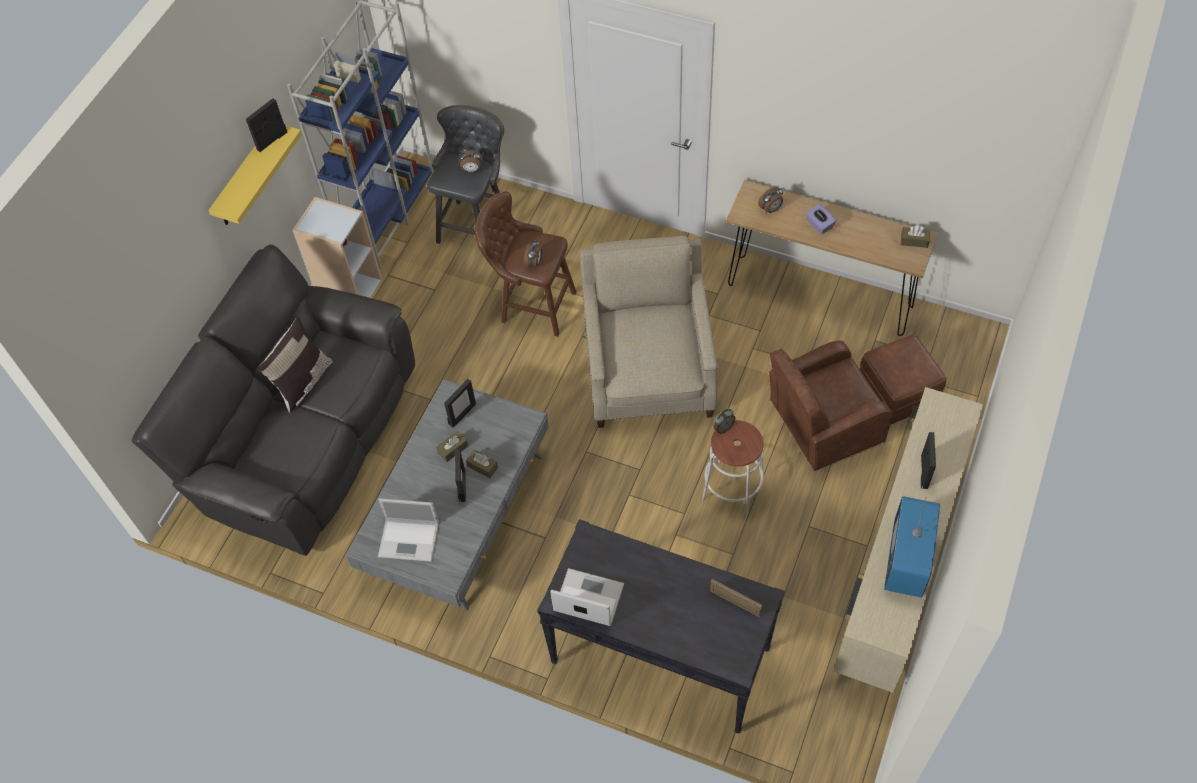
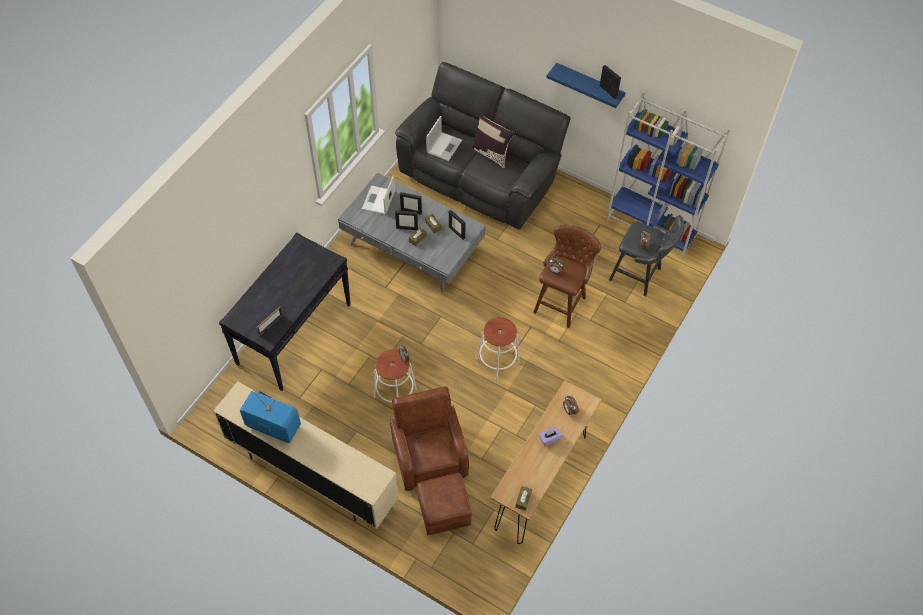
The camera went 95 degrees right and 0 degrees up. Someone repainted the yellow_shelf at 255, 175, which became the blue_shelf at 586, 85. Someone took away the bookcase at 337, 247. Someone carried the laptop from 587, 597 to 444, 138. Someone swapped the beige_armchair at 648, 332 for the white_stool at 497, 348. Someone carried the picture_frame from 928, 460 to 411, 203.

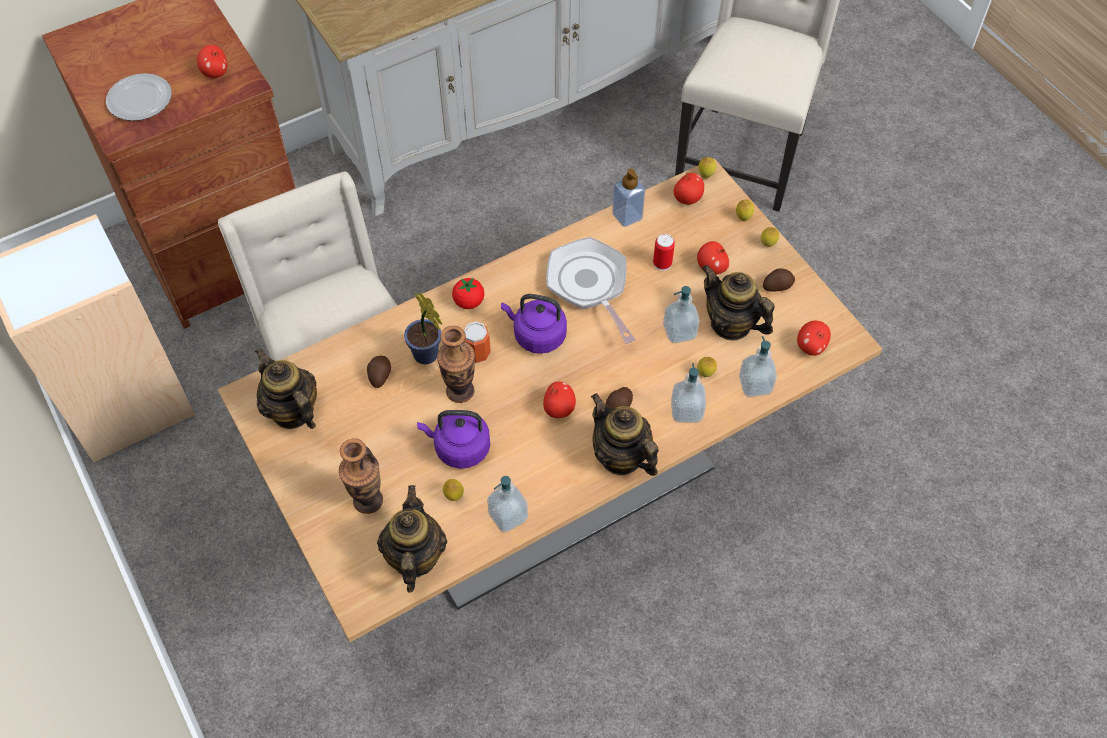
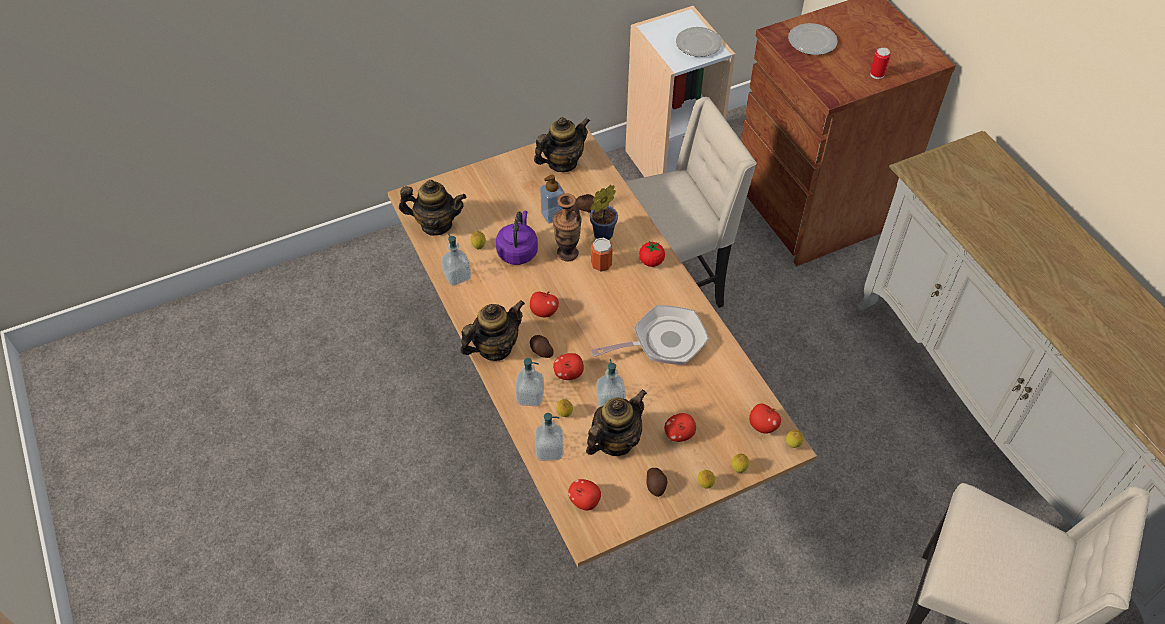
The camera went 95 degrees right and 5 degrees down. Someone carried the apple from 212, 61 to 568, 366. Someone took away the vase at 361, 476. Someone took away the purple_kettle at 534, 324. Someone carried the soap_dispenser from 628, 197 to 552, 199. Someone carried the can from 664, 252 to 880, 63. Someone put down the plate at 699, 42.

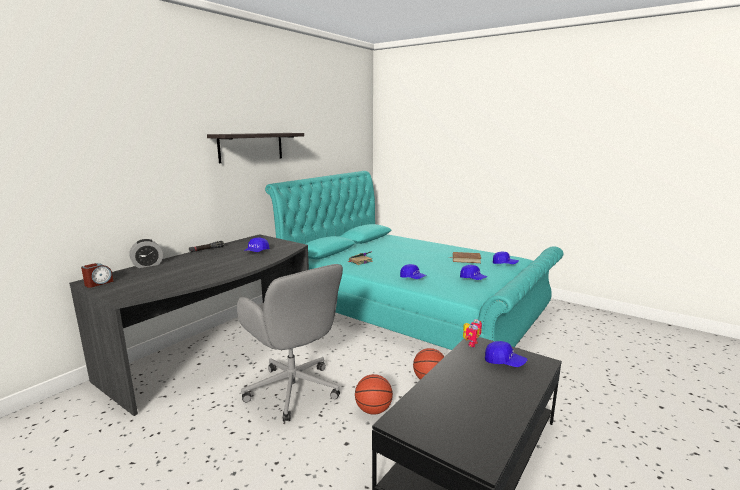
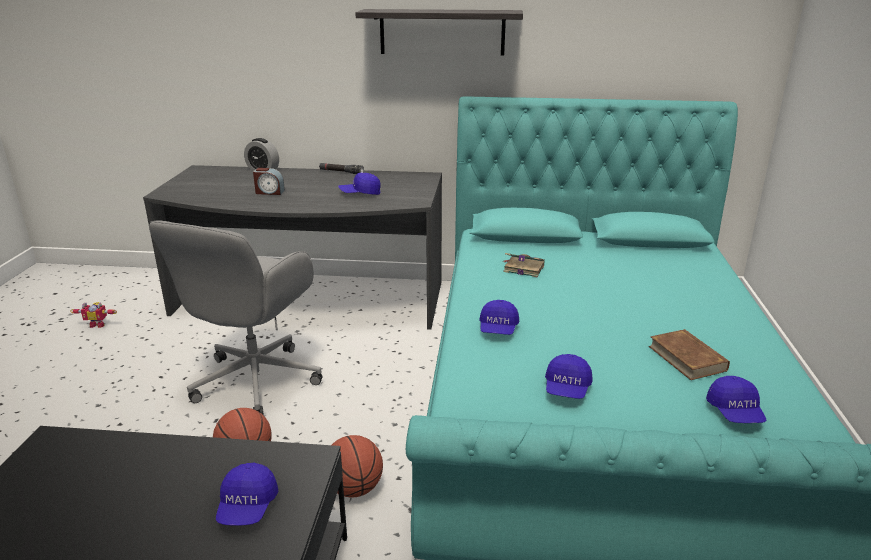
The camera went 60 degrees right and 10 degrees up. Someone carried the alarm_clock from 97, 275 to 269, 181. Someone carried the toy_robot from 472, 333 to 93, 315.

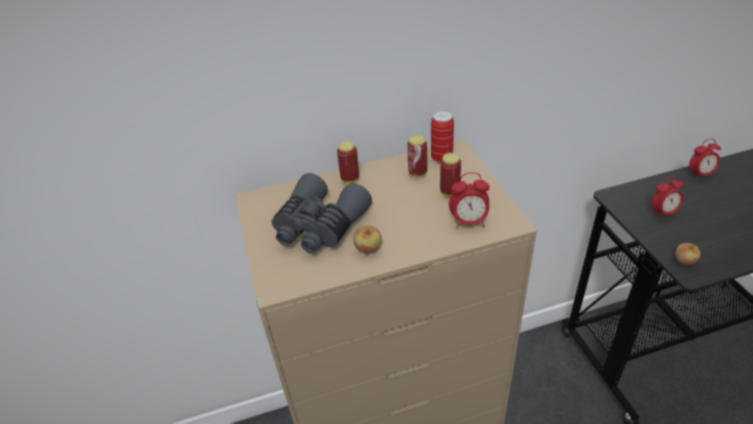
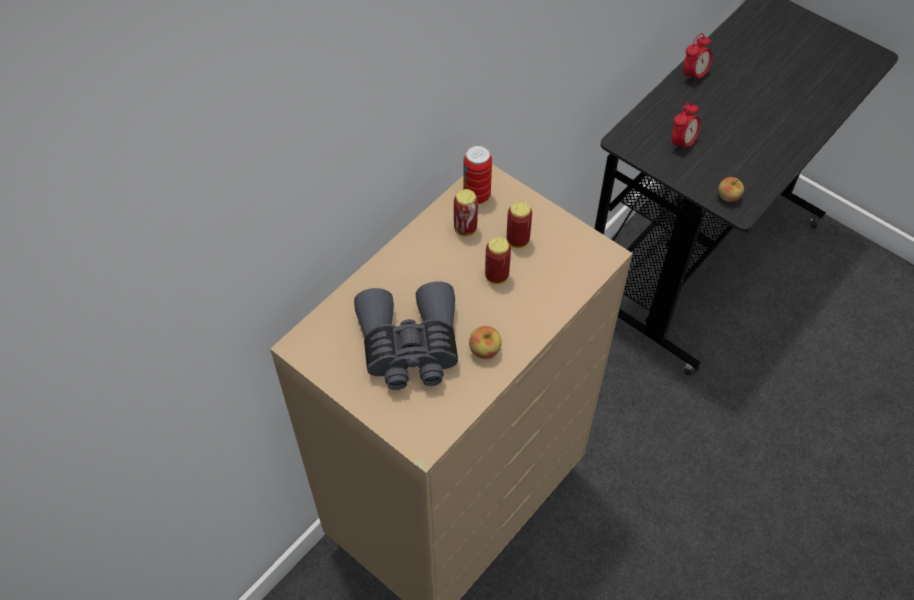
The camera went 35 degrees left and 15 degrees up. Someone carried the can from 348, 162 to 498, 260. Someone took away the alarm_clock at 469, 200.

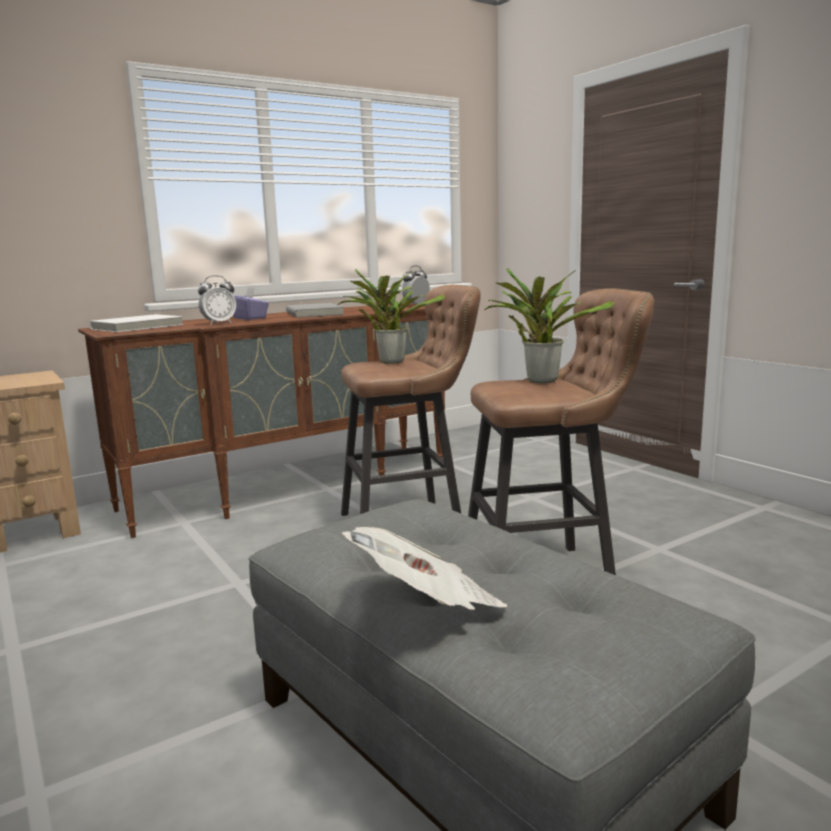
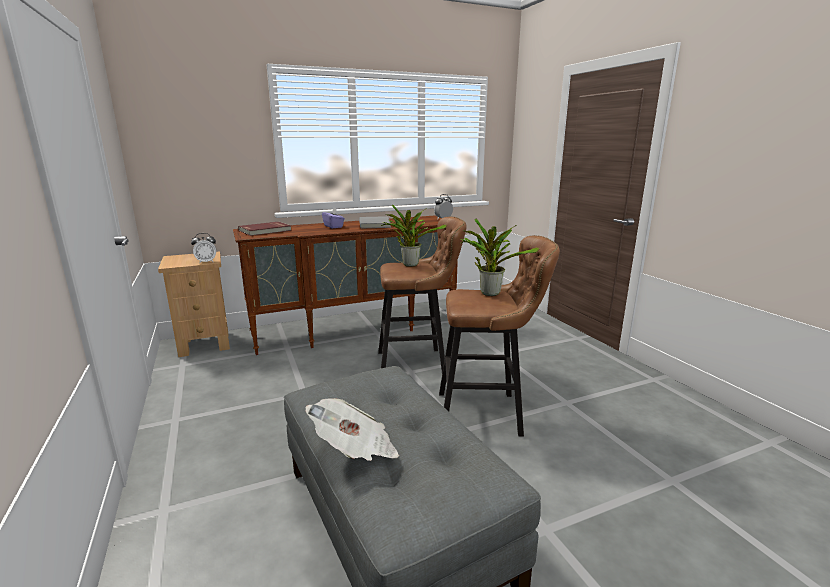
The camera went 10 degrees right and 5 degrees up. Someone repainted the white_book at 136, 323, which became the red_book at 265, 228. Someone carried the alarm_clock from 217, 300 to 203, 248.

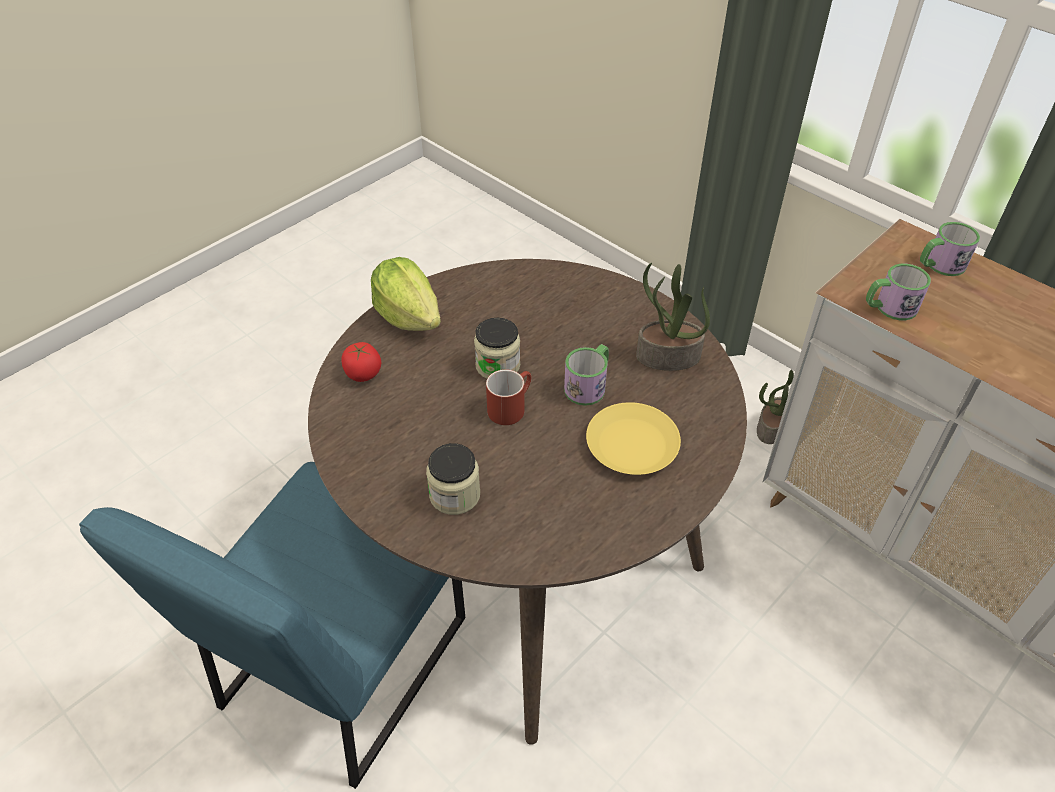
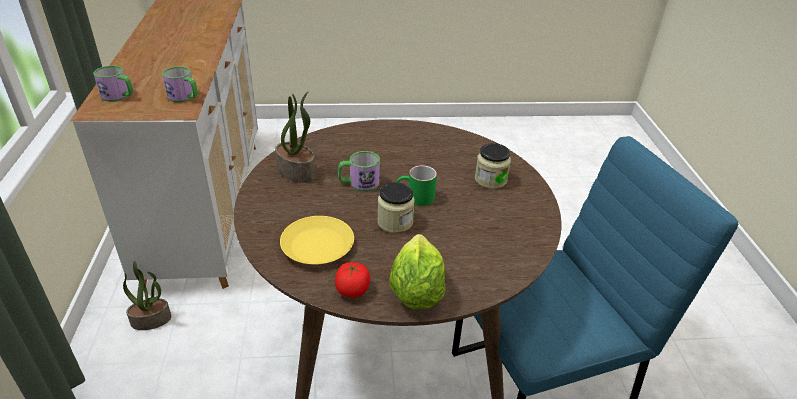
The camera went 140 degrees left and 10 degrees down. Someone carried the tomato from 361, 362 to 352, 280. Someone repainted the red_mug at 509, 397, which became the green_mug at 417, 185. Someone carried the yellow_plate from 633, 438 to 317, 240.

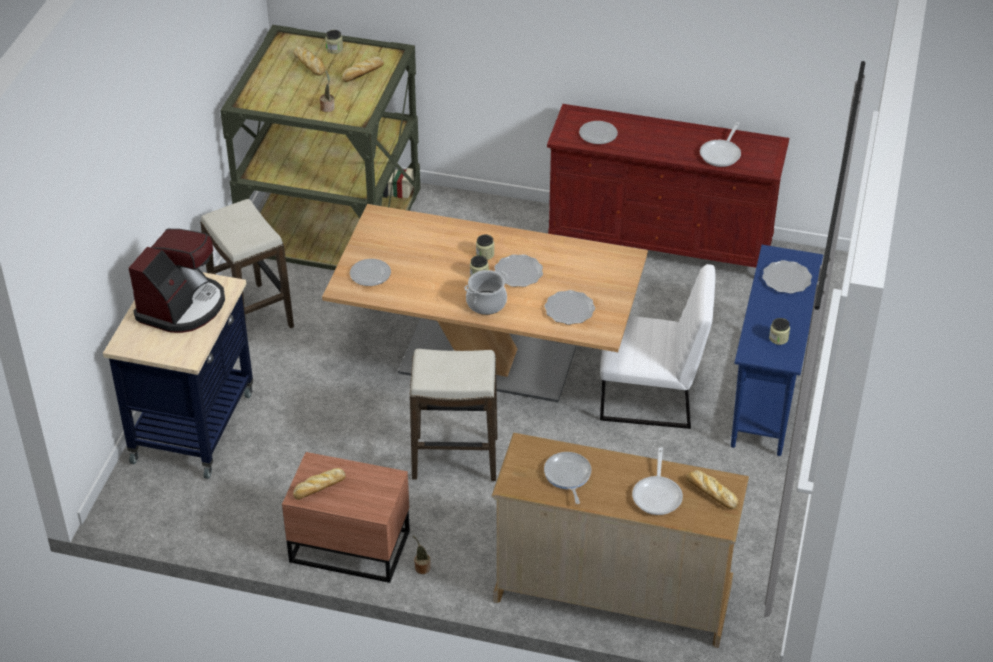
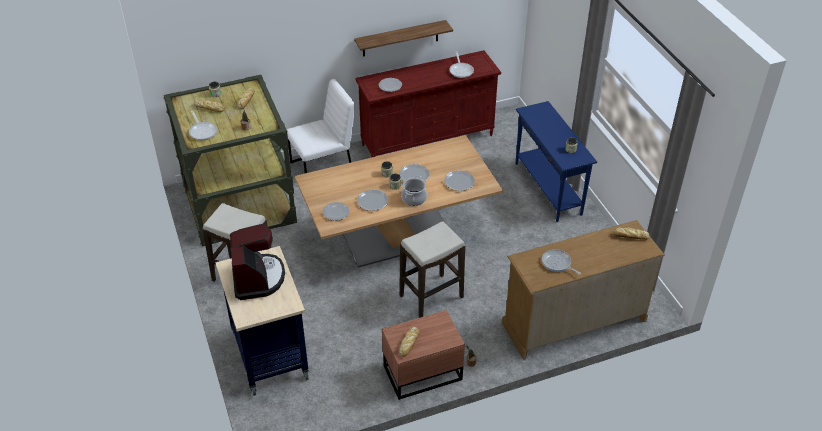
The camera went 35 degrees left and 0 degrees up. Someone carried the white_chair from 657, 346 to 320, 126. Someone carried the frying_pan from 657, 481 to 203, 125. Someone carried the plate from 787, 277 to 373, 200. Someone put up the shelf at 403, 38.

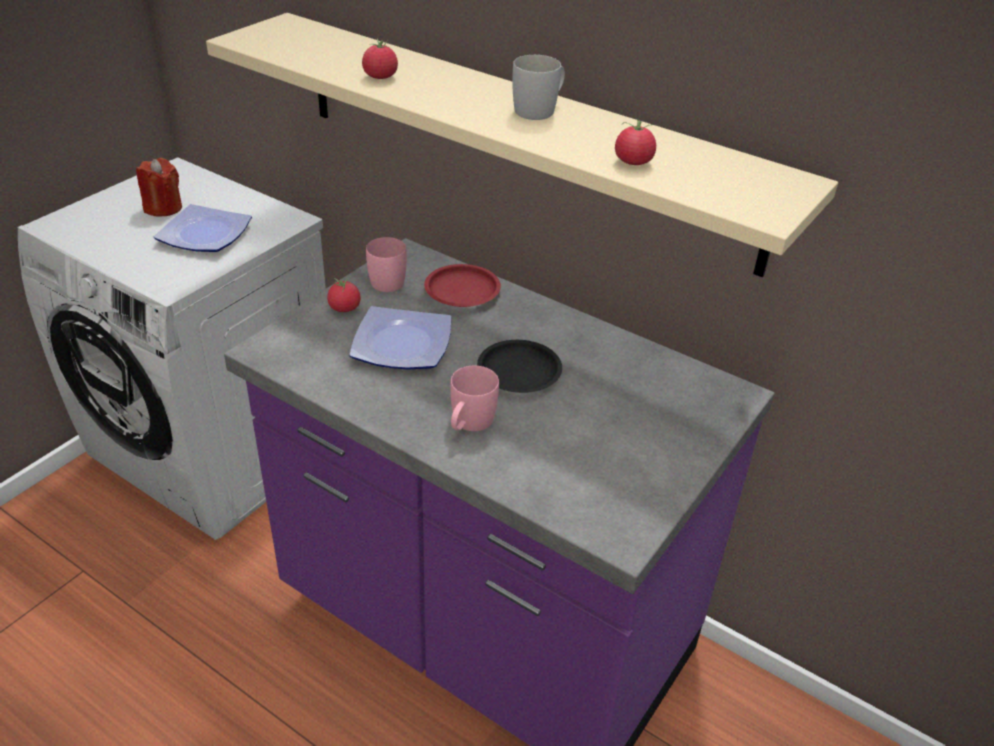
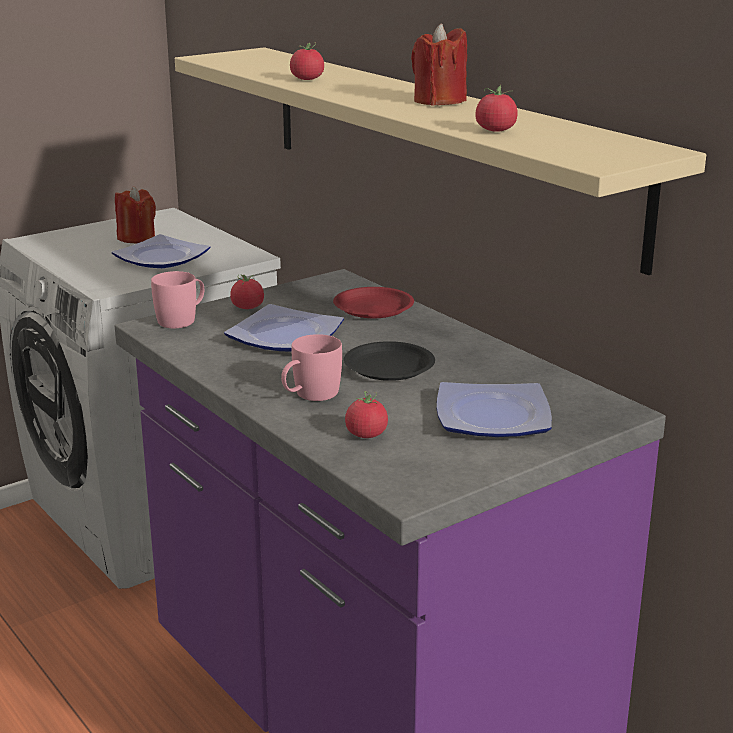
The camera went 20 degrees right and 15 degrees down. Someone carried the pink_mug from 386, 264 to 177, 299. Someone swapped the white_mug at 538, 87 for the red_candle at 439, 65. Someone put down the tomato at 366, 414. Someone put down the plate at 494, 409.

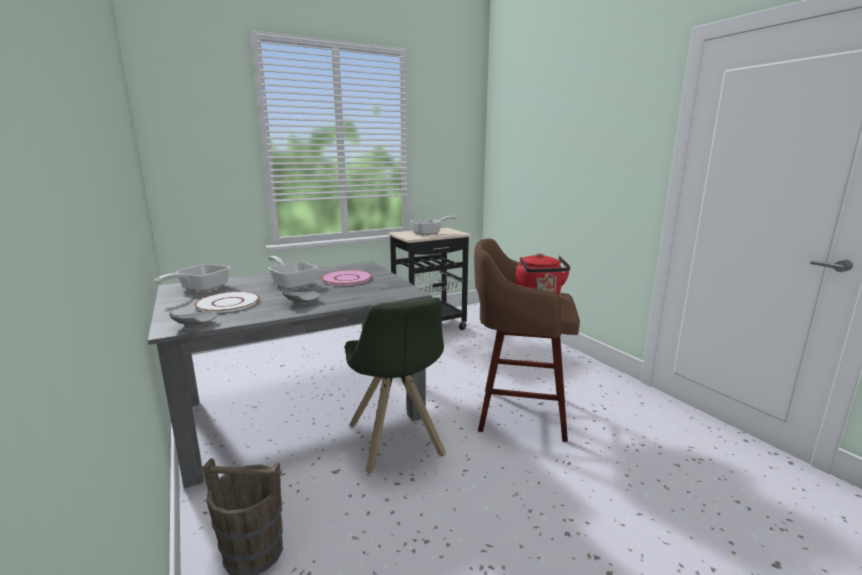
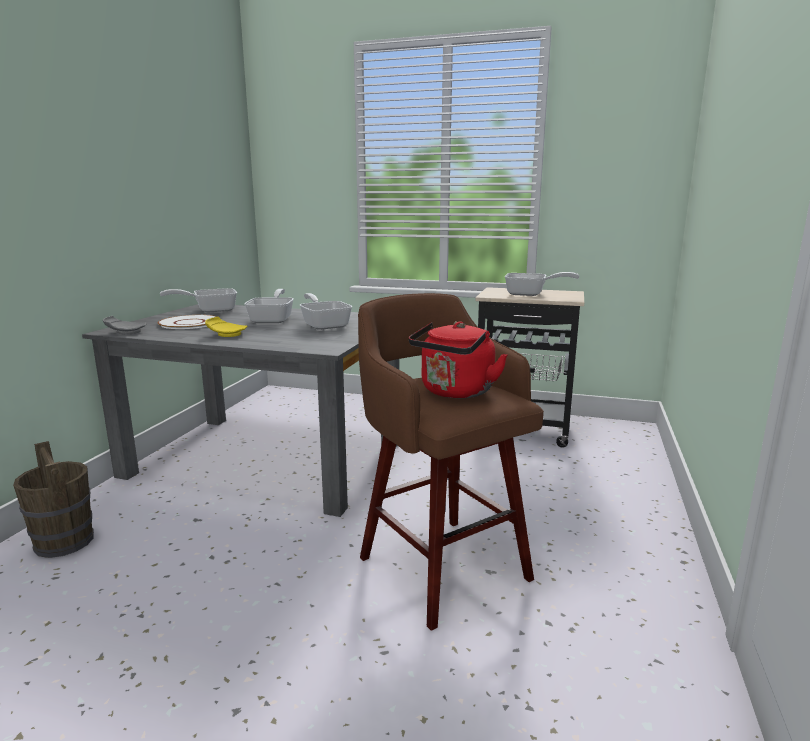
The camera went 45 degrees right and 0 degrees up. Someone repainted the grey_plate at 301, 297, which became the yellow_plate at 226, 327. Someone swapped the pink_plate at 346, 277 for the frying_pan at 326, 311. Someone took away the green_chair at 395, 385.

